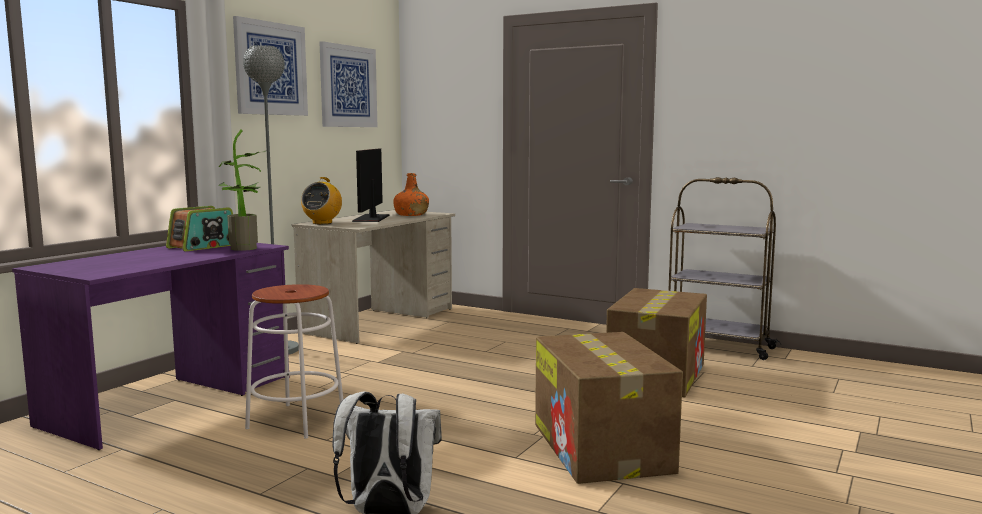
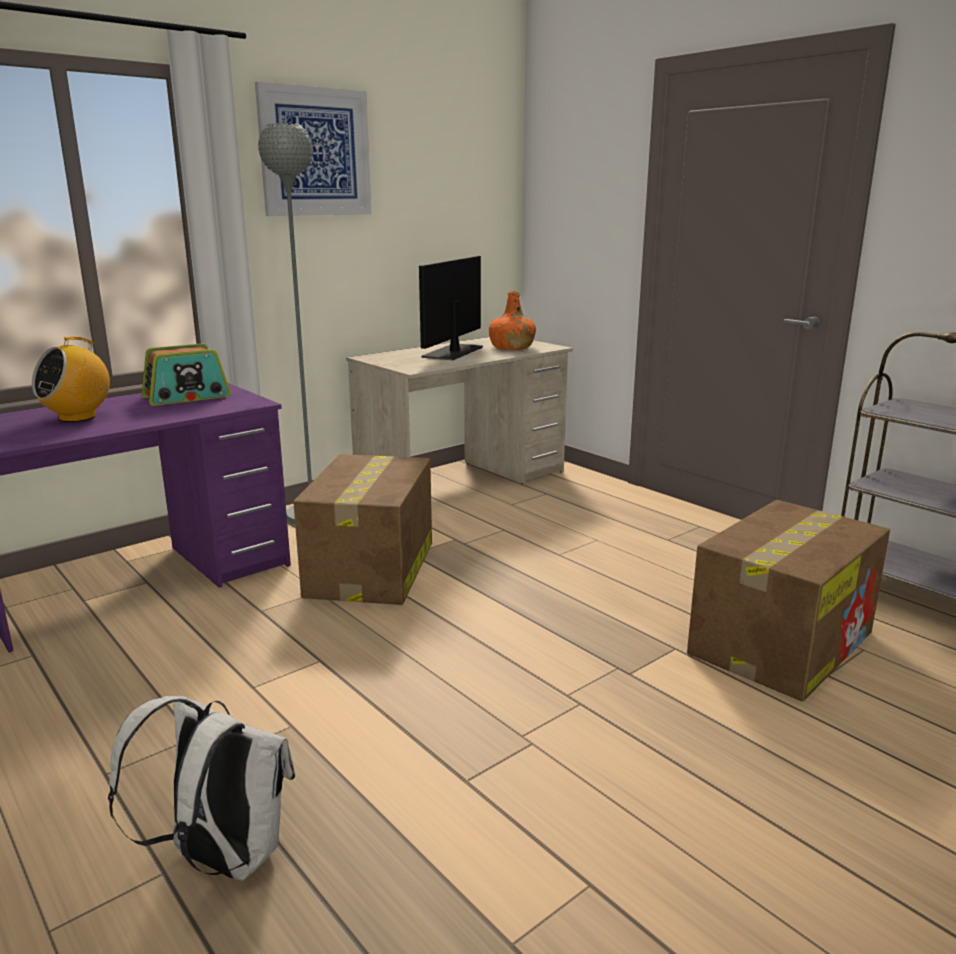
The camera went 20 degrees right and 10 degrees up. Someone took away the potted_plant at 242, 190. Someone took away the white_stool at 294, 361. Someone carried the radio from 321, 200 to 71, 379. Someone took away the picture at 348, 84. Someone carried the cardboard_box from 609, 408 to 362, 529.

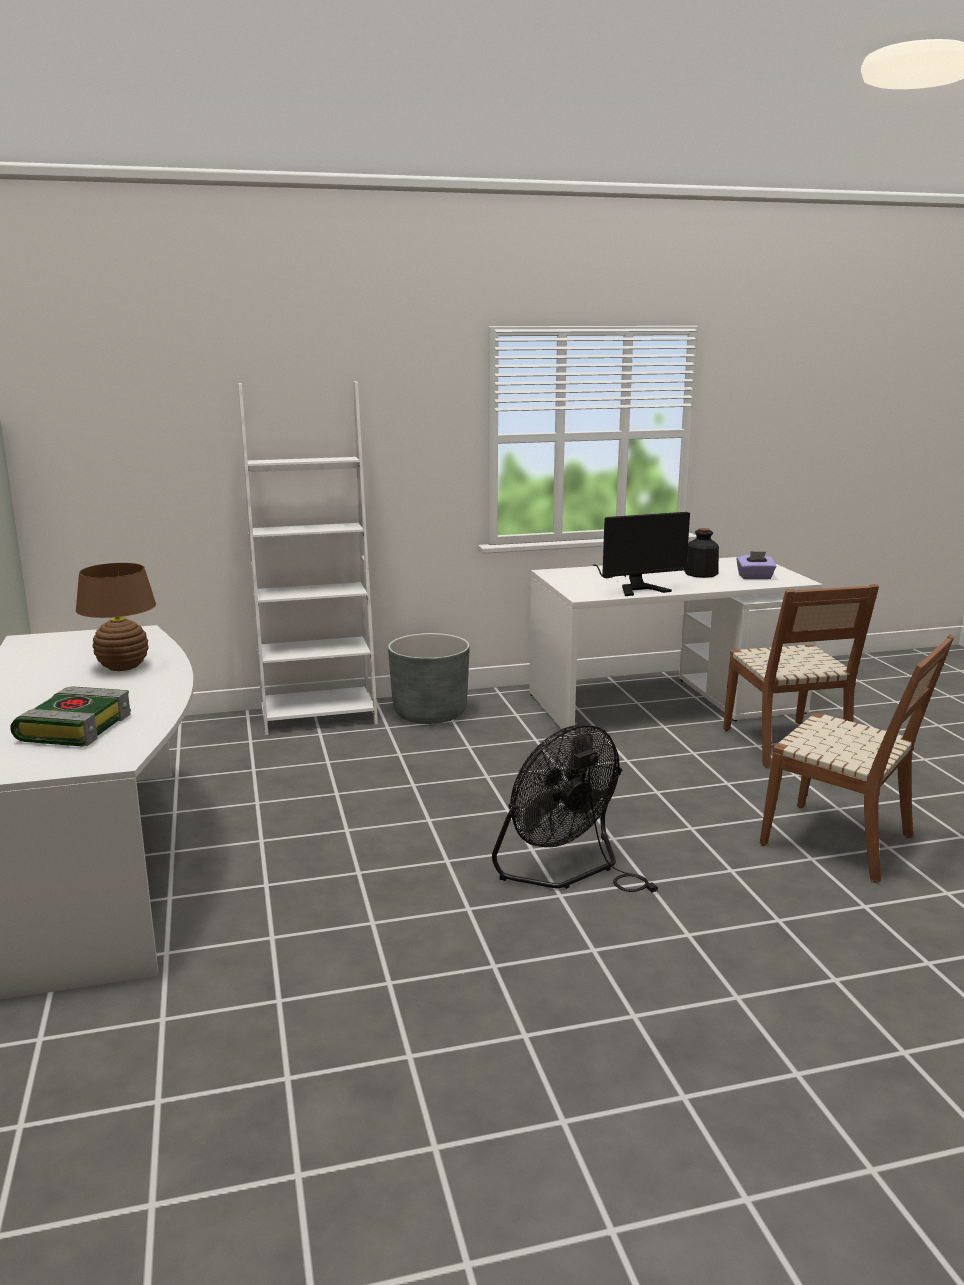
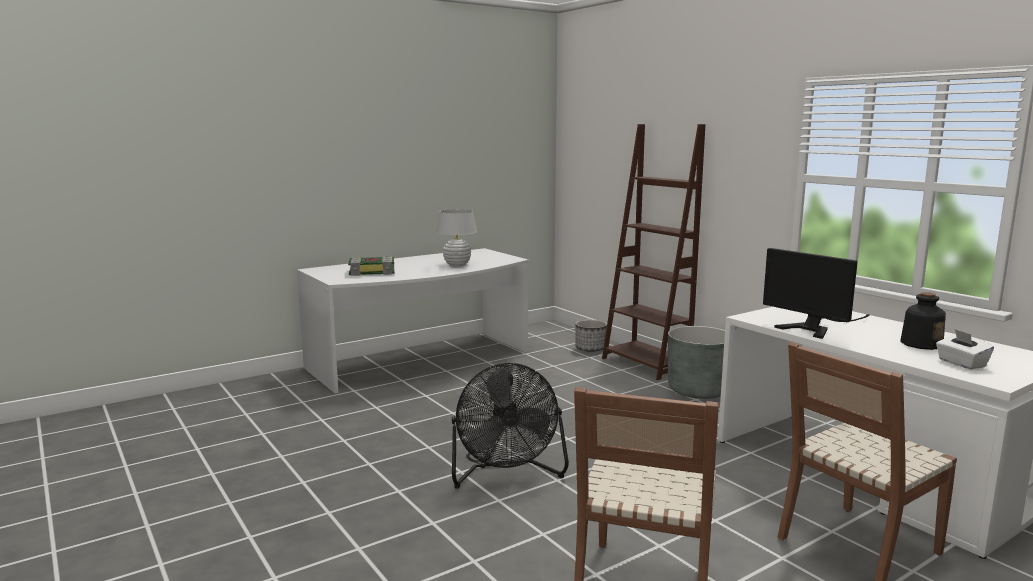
The camera went 70 degrees right and 5 degrees down. Someone repainted the brown_table_lamp at 116, 617, which became the white_table_lamp at 456, 237. Someone repainted the white_bookcase at 308, 558, which became the brown_bookcase at 653, 252. Someone rotated the black_fan at 575, 808 by 135 degrees clockwise. Someone repainted the purple_tissue_box at 756, 565, which became the white_tissue_box at 965, 349. Someone put down the planter at 591, 336.

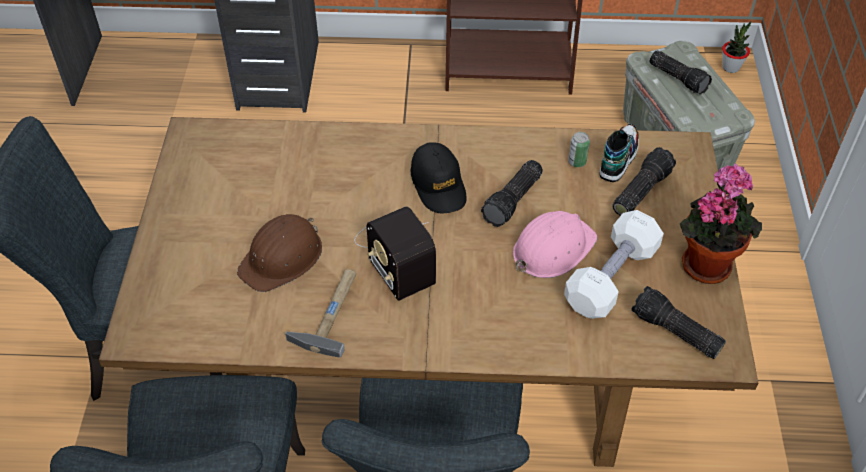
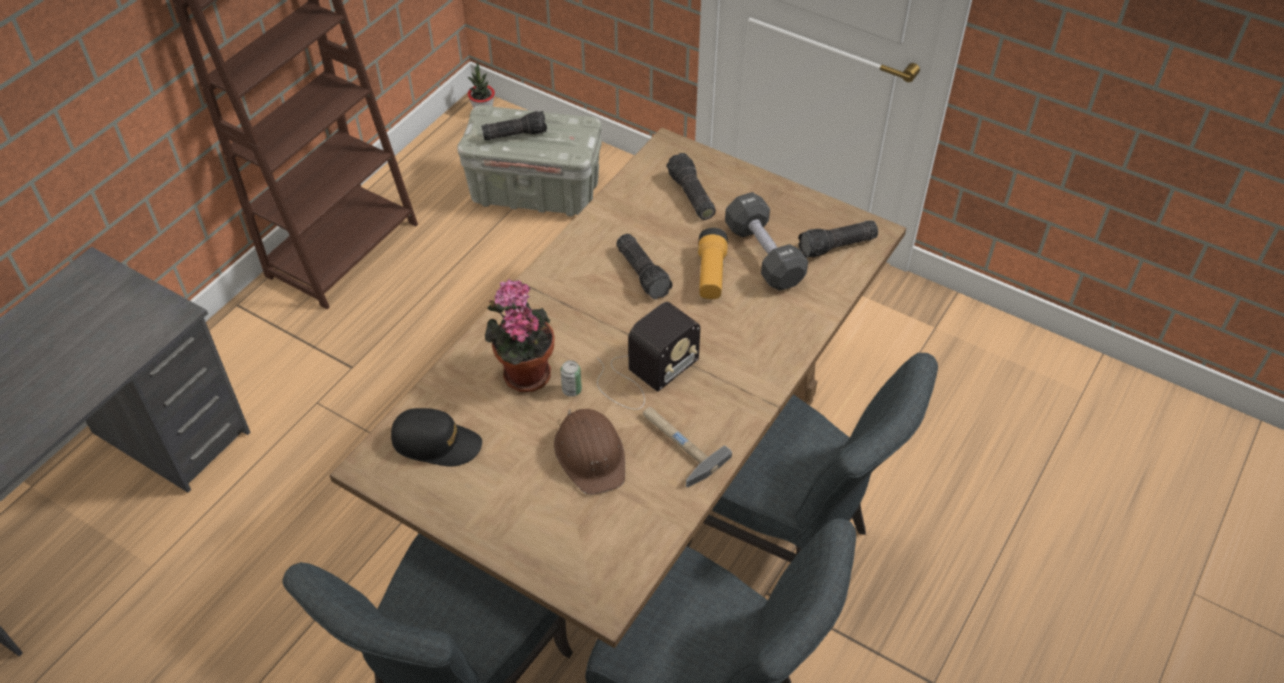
The camera went 60 degrees left and 0 degrees up. Someone rotated the radio at 395, 253 by 45 degrees counterclockwise. Someone carried the black_cap from 439, 178 to 436, 437. Someone swapped the pink_hard_hat at 555, 244 for the flashlight at 713, 263. Someone repainted the white_dumbbell at 614, 264, which became the black_dumbbell at 766, 241. Someone carried the can from 579, 149 to 571, 378. Someone took away the shoe at 619, 153. Someone carried the potted_plant from 721, 224 to 520, 335.

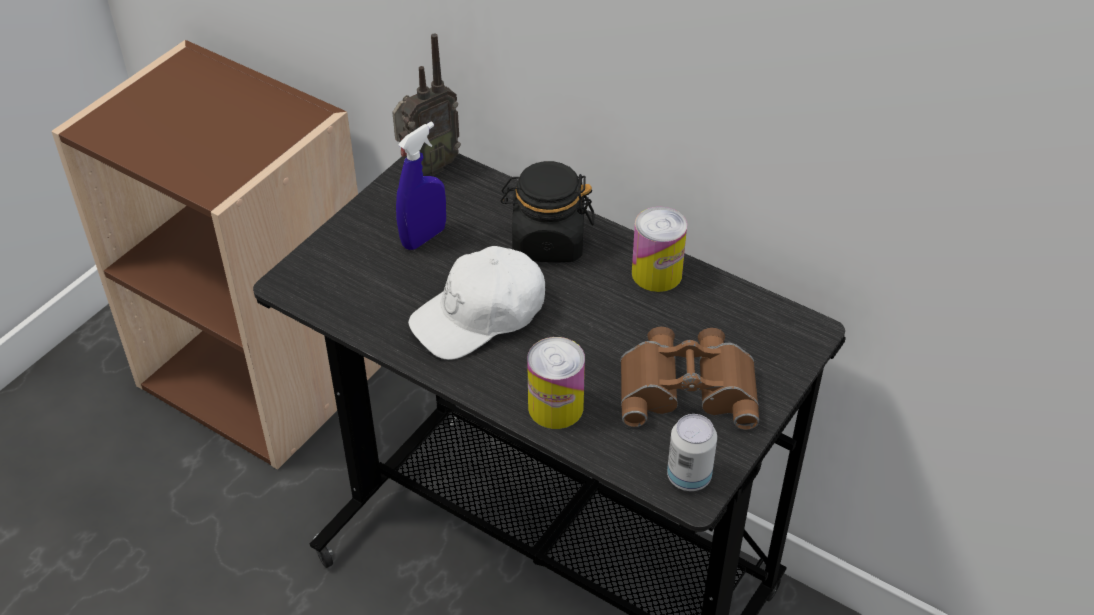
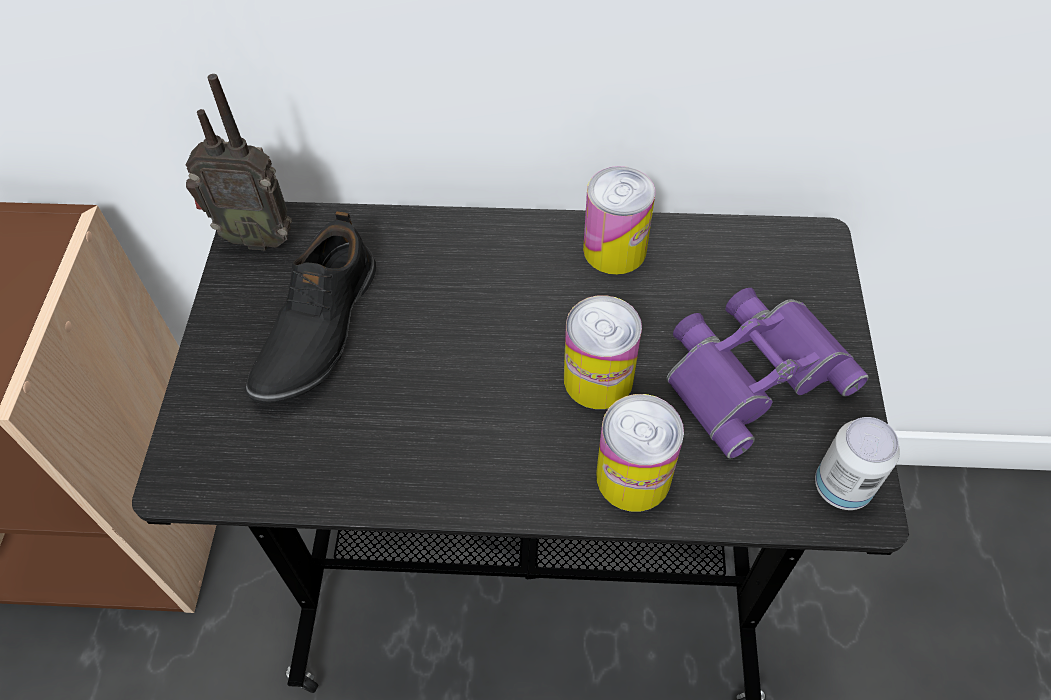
The camera went 30 degrees left and 10 degrees up. Someone rotated the radio at 426, 104 by 75 degrees clockwise. Someone swapped the blue_spray_bottle at 421, 185 for the black_shoe at 310, 307. Someone took away the white_cap at 476, 303. Someone took away the black_jar at 548, 211. Someone repainted the brown_binoculars at 690, 378, which became the purple_binoculars at 767, 373. Someone put down the can at 603, 352.

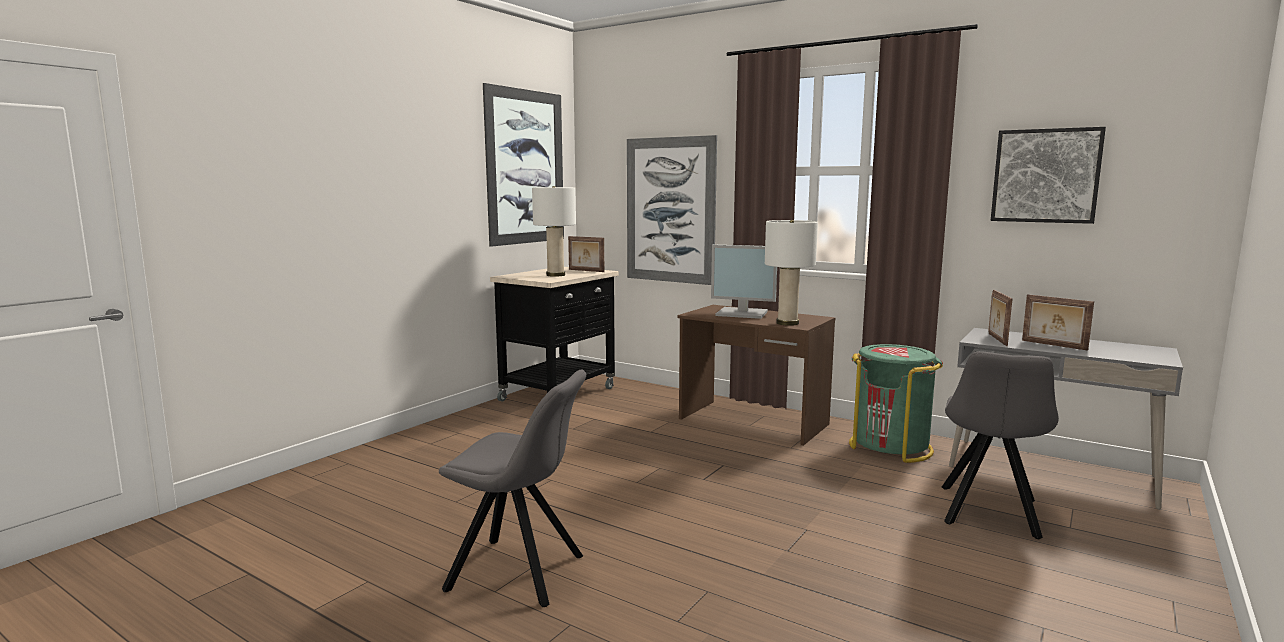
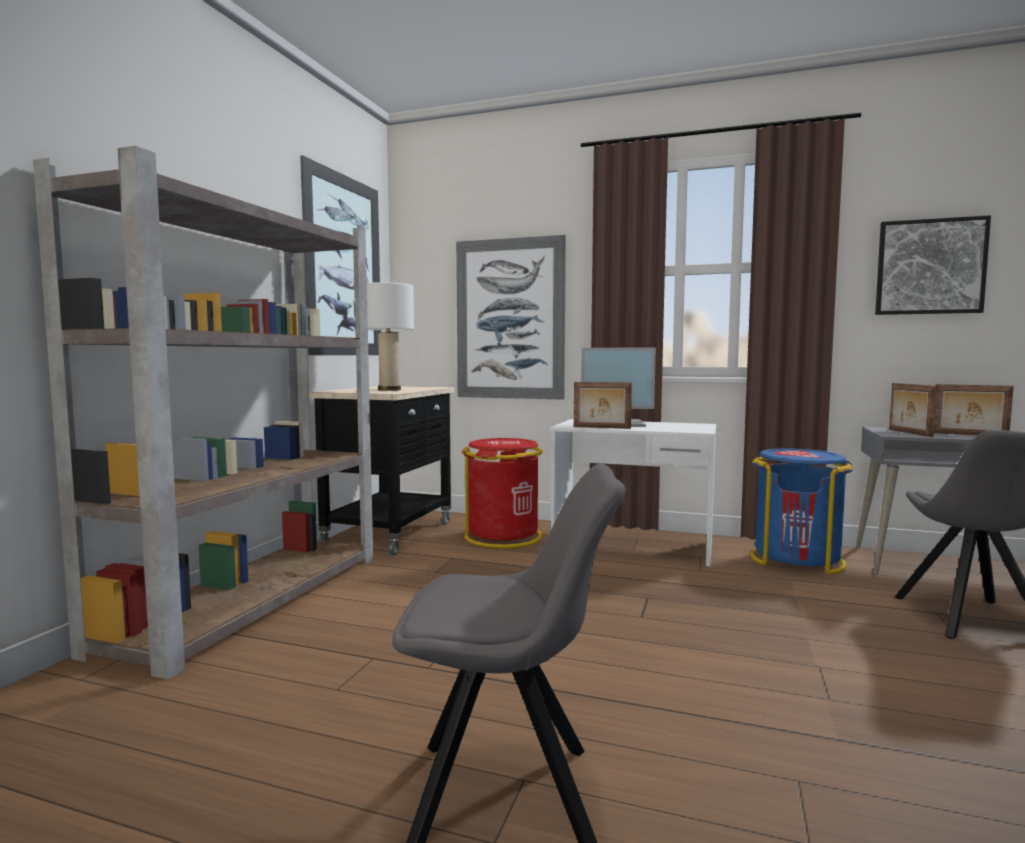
The camera went 15 degrees left and 5 degrees down. Someone carried the picture_frame from 586, 254 to 603, 405. Someone repainted the brown_desk at 756, 375, which became the white_desk at 633, 492. Someone took away the white_table_lamp at 791, 273. Someone repainted the green_trash_can at 896, 403, which became the blue_trash_can at 801, 511. Someone put down the brown_bookcase at 203, 413. Someone put down the red_trash_can at 502, 493.

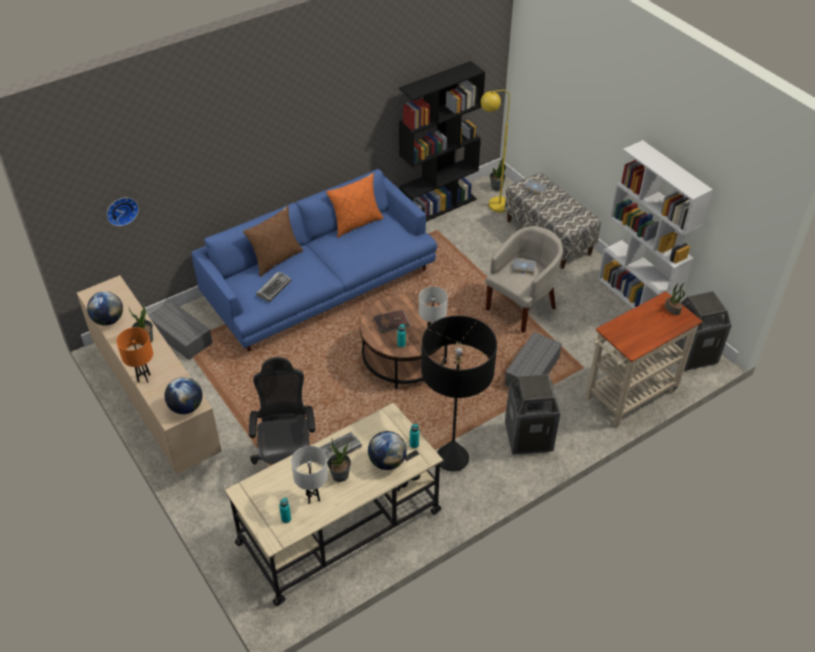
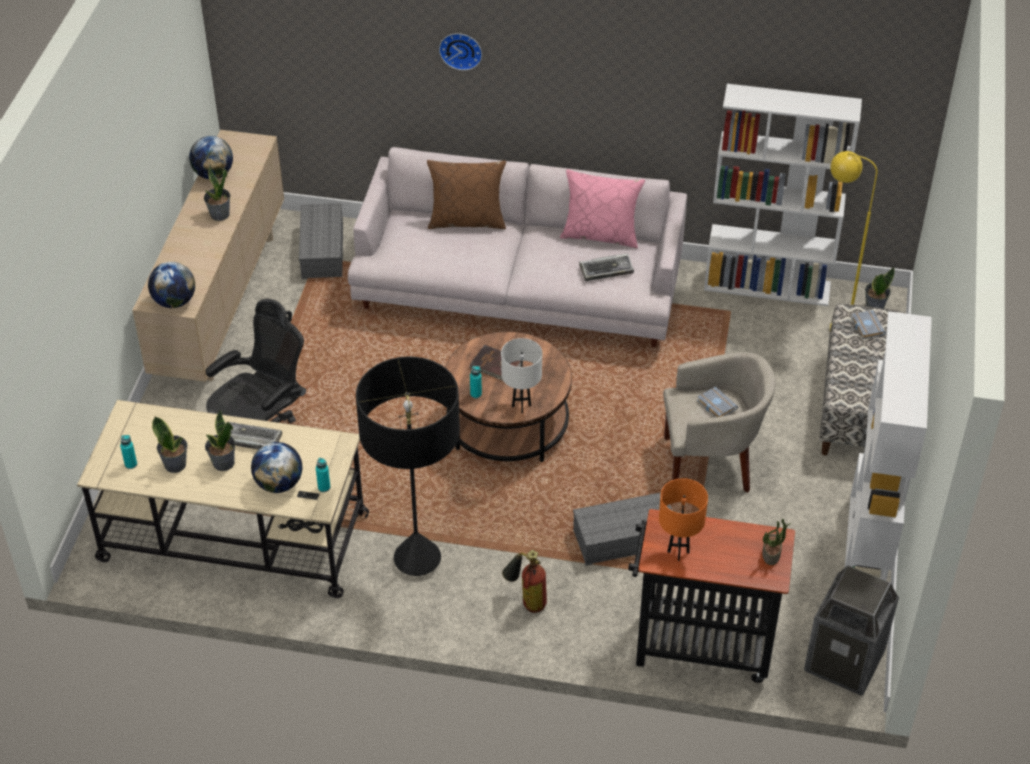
The camera went 45 degrees right and 0 degrees up. Someone carried the wall_clock from 123, 212 to 460, 52. Someone carried the orange_table_lamp from 134, 355 to 683, 519. Someone repainted the blue_sofa at 314, 260, which became the white_sofa at 517, 247. Someone carried the keyboard from 273, 287 to 606, 267. Someone swapped the white_table_lamp at 309, 475 for the potted_plant at 170, 445. Someone repainted the orange_pillow at 355, 205, which became the pink_pillow at 602, 209. Someone repainted the black_bookcase at 442, 141, which became the white_bookcase at 783, 195. Someone swapped the trash_can at 532, 414 for the fire_extinguisher at 524, 581. Someone repainted the beige_cart at 643, 359, which became the black_cart at 711, 596.

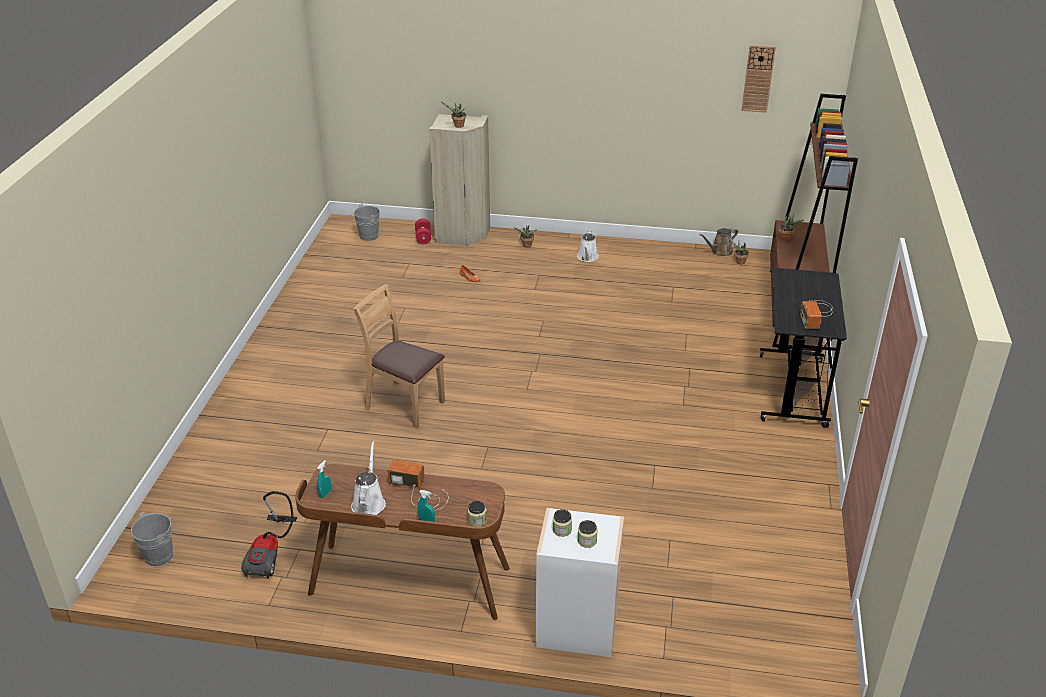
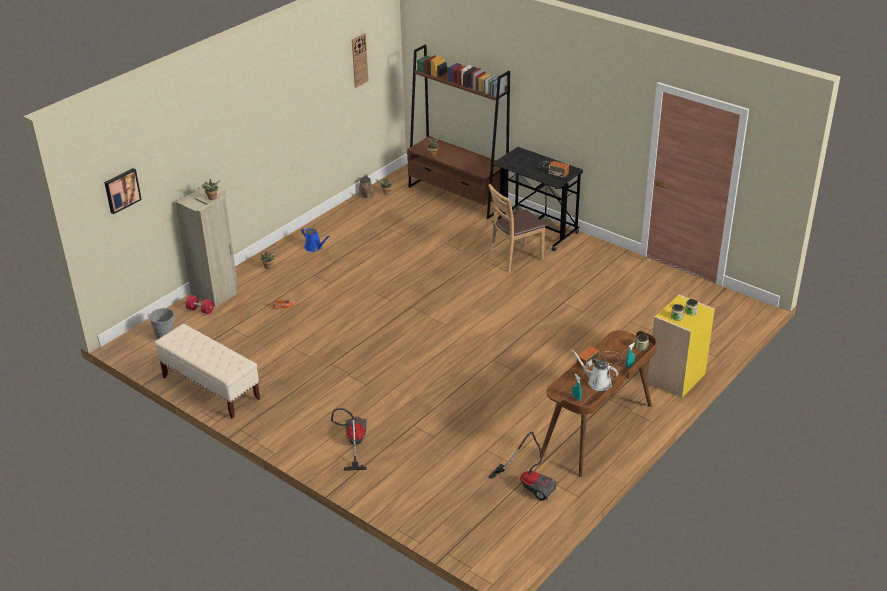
The camera went 60 degrees left and 0 degrees up. Someone took away the grey_bucket at 155, 539. Someone carried the brown_chair from 399, 356 to 517, 228. Someone repainted the white_bookcase at 579, 582, which became the yellow_bookcase at 681, 346. Someone repainted the white_watering_can at 588, 246, which became the blue_watering_can at 315, 239. Someone put up the picture at 123, 191. Someone put down the beige_bench at 207, 371. Someone put down the vacuum_cleaner at 349, 439.

